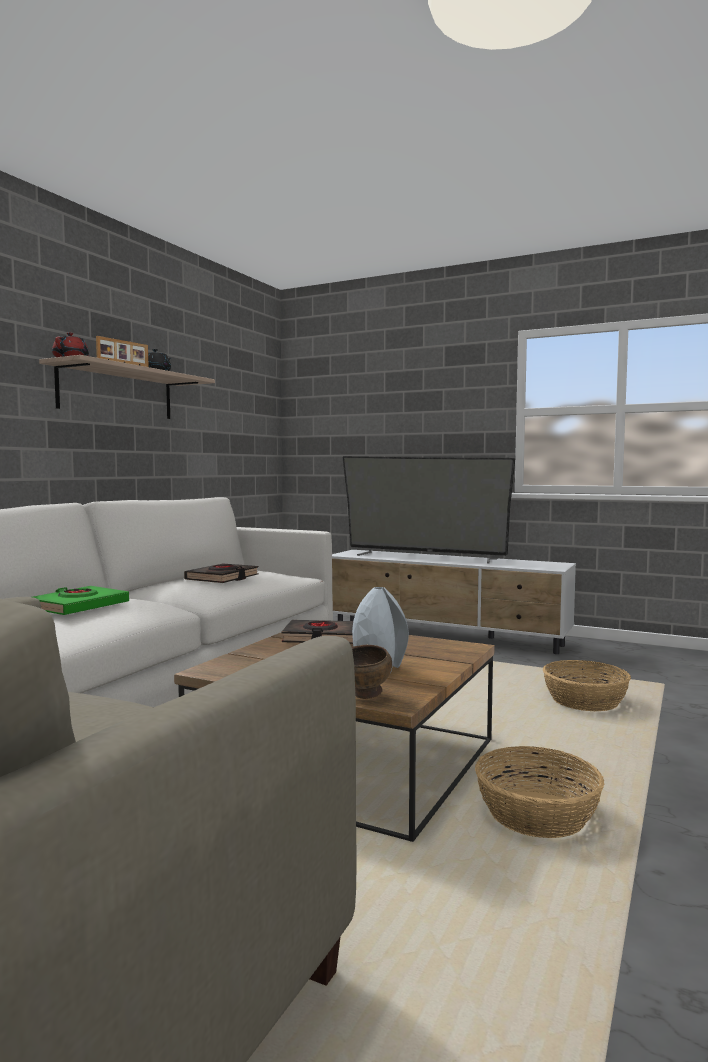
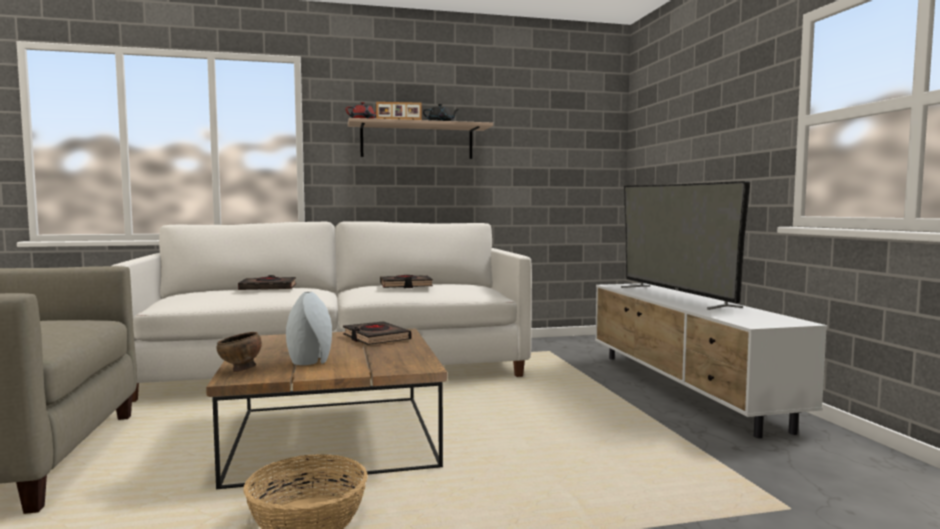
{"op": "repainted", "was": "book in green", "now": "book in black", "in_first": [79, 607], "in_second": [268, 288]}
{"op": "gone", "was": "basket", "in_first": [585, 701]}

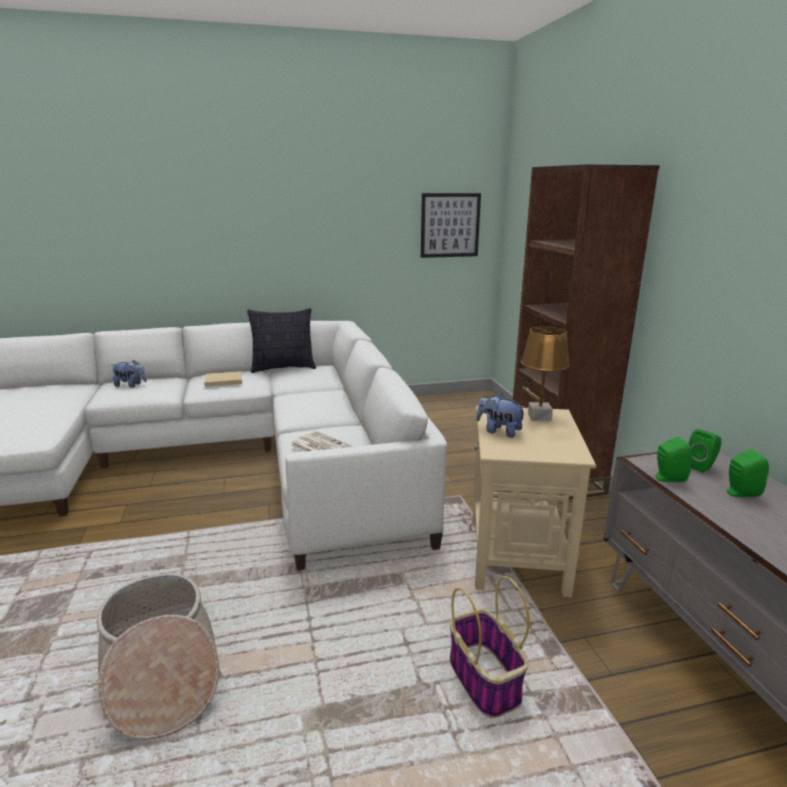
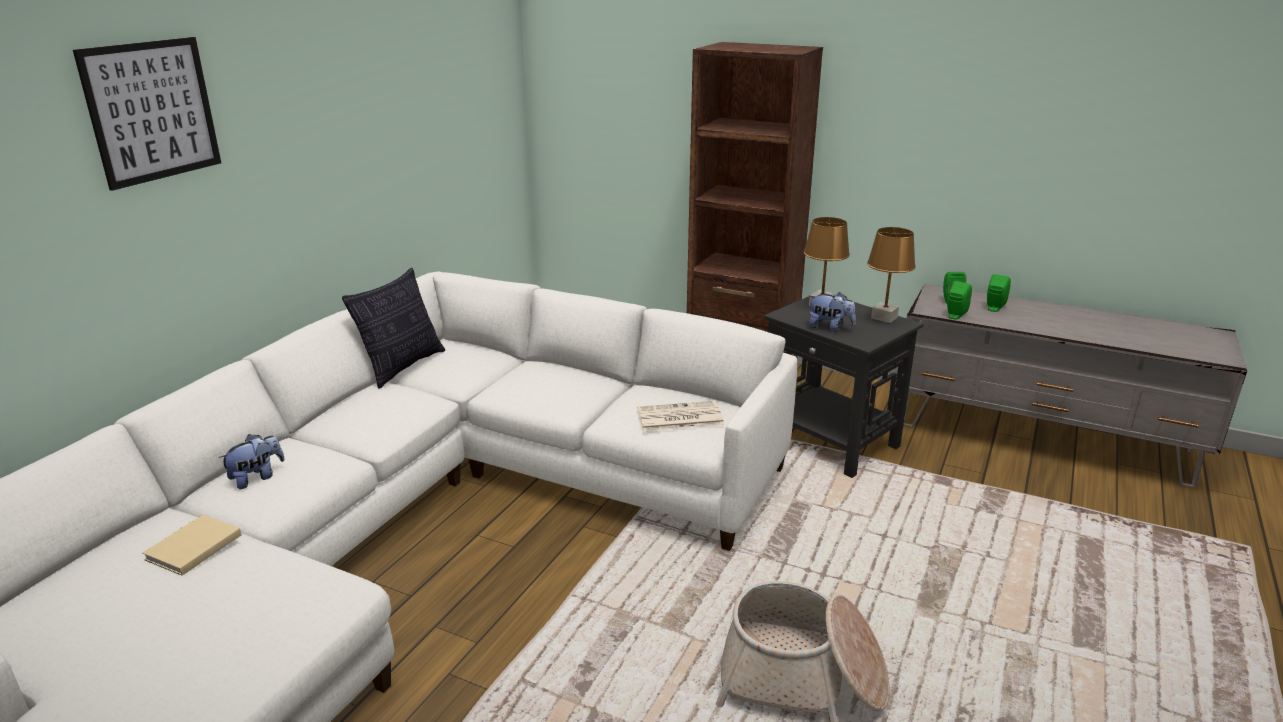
{"op": "shifted", "was": "book in beige", "in_first": [222, 380], "in_second": [191, 548]}
{"op": "shifted", "was": "picture", "in_first": [450, 225], "in_second": [152, 111]}
{"op": "gone", "was": "basket", "in_first": [485, 681]}
{"op": "repainted", "was": "side table in beige", "now": "side table in black", "in_first": [517, 557], "in_second": [831, 442]}
{"op": "rotated", "was": "plush toy", "in_first": [499, 431], "in_second": [830, 327], "clockwise": -135}
{"op": "new", "now": "table lamp in brown", "in_second": [883, 318]}

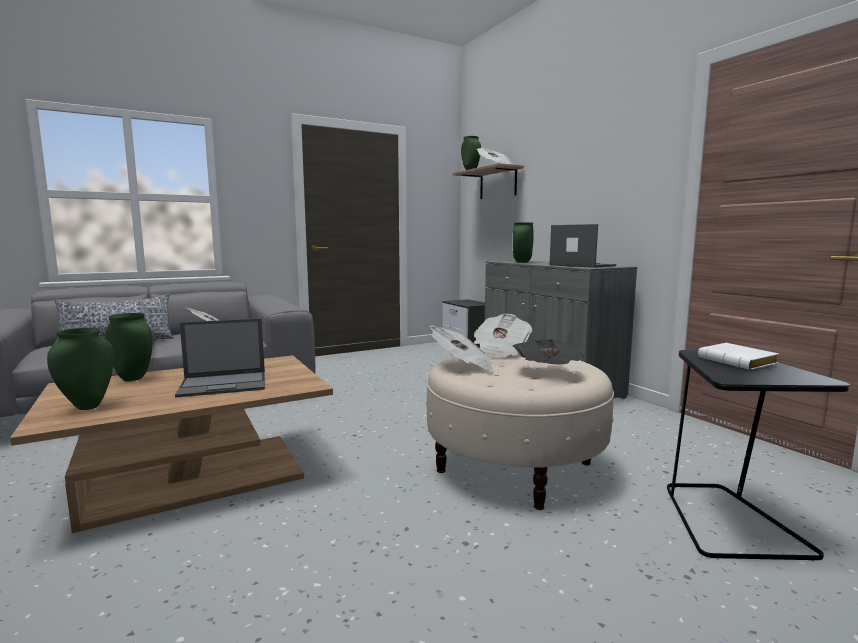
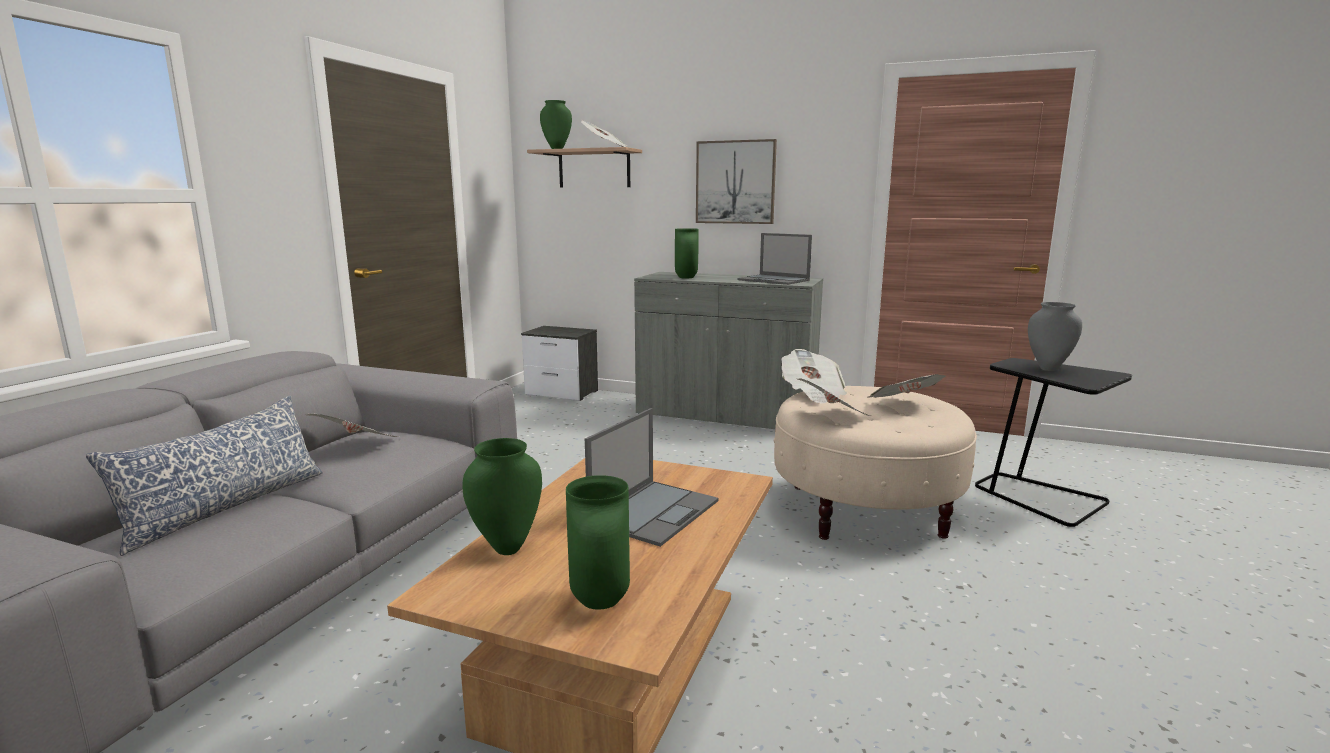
{"op": "rotated", "was": "laptop", "in_first": [581, 265], "in_second": [774, 280], "clockwise": -150}
{"op": "swapped", "was": "book in white", "now": "vase in grey", "in_first": [739, 362], "in_second": [1048, 368]}
{"op": "new", "now": "picture", "in_second": [735, 182]}

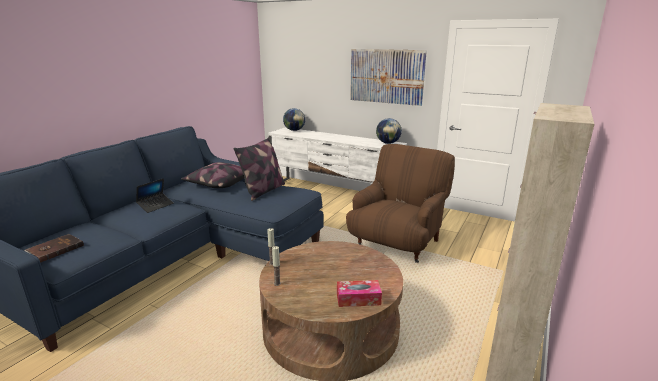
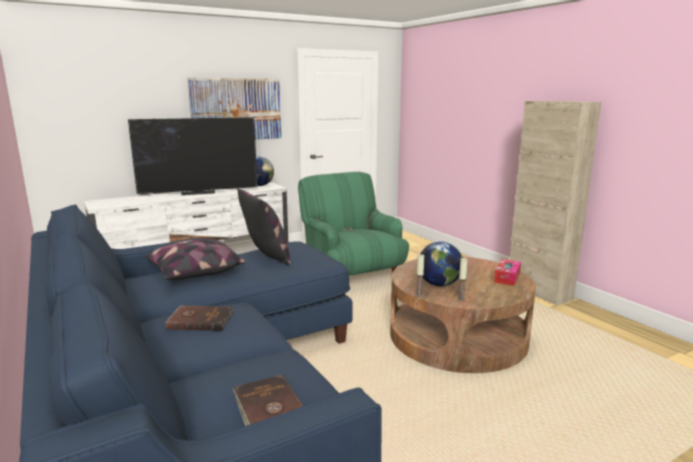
{"op": "swapped", "was": "laptop", "now": "book in brown", "in_first": [155, 206], "in_second": [200, 320]}
{"op": "shifted", "was": "globe", "in_first": [294, 130], "in_second": [439, 284]}
{"op": "repainted", "was": "armchair in brown", "now": "armchair in green", "in_first": [397, 243], "in_second": [351, 275]}
{"op": "new", "now": "television", "in_second": [199, 192]}

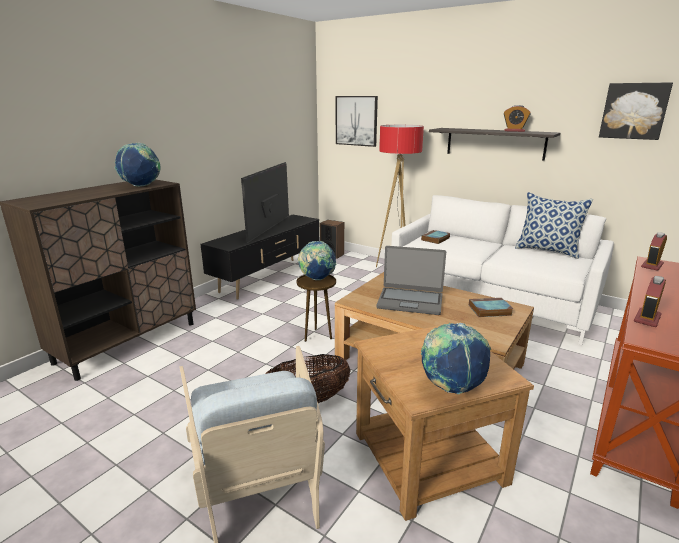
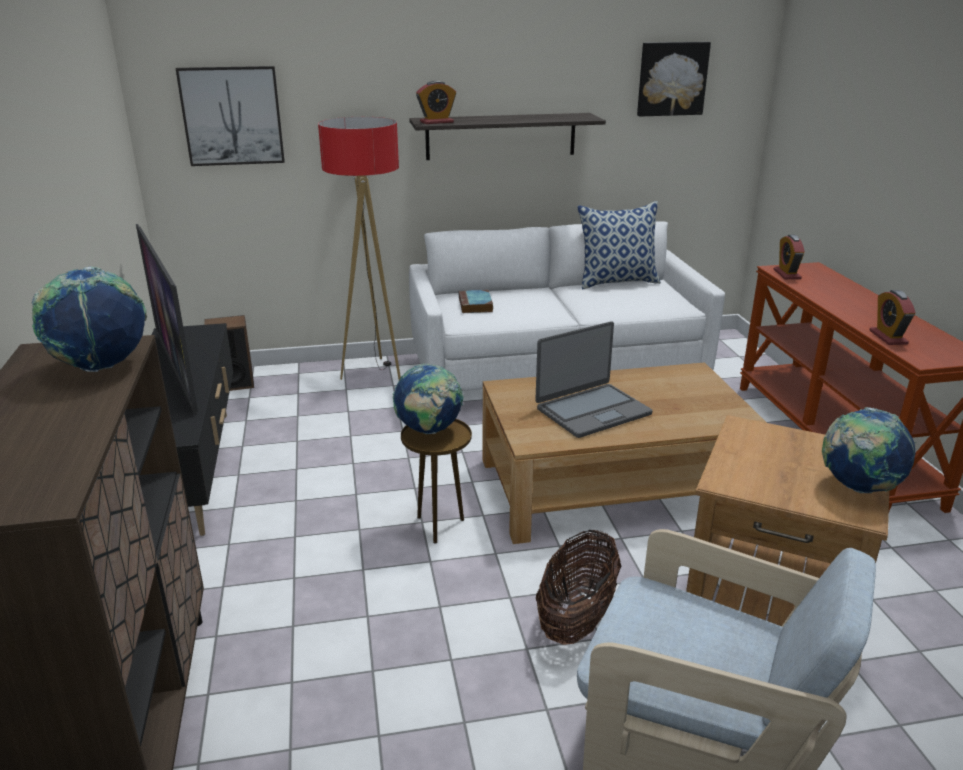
{"op": "gone", "was": "book", "in_first": [489, 310]}
{"op": "shifted", "was": "alarm clock", "in_first": [514, 131], "in_second": [436, 122]}

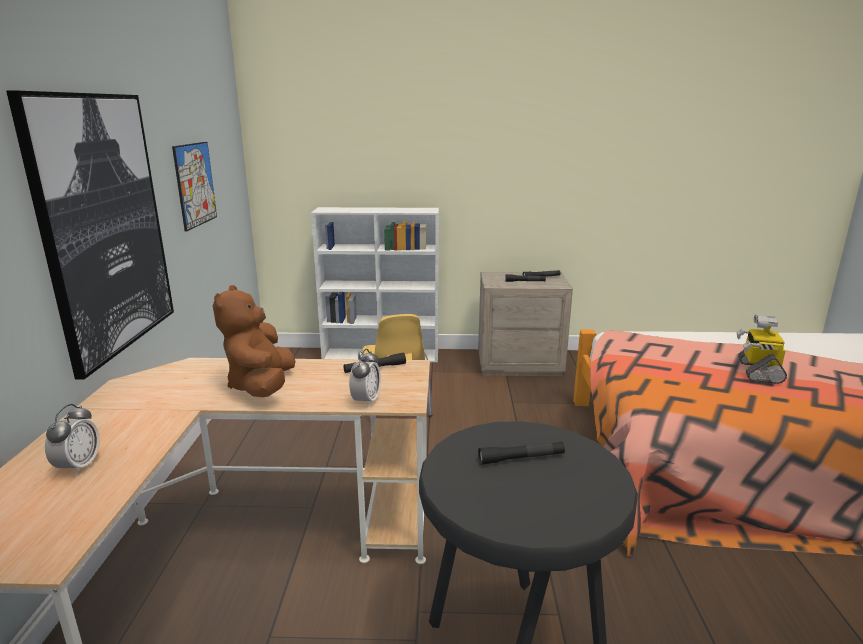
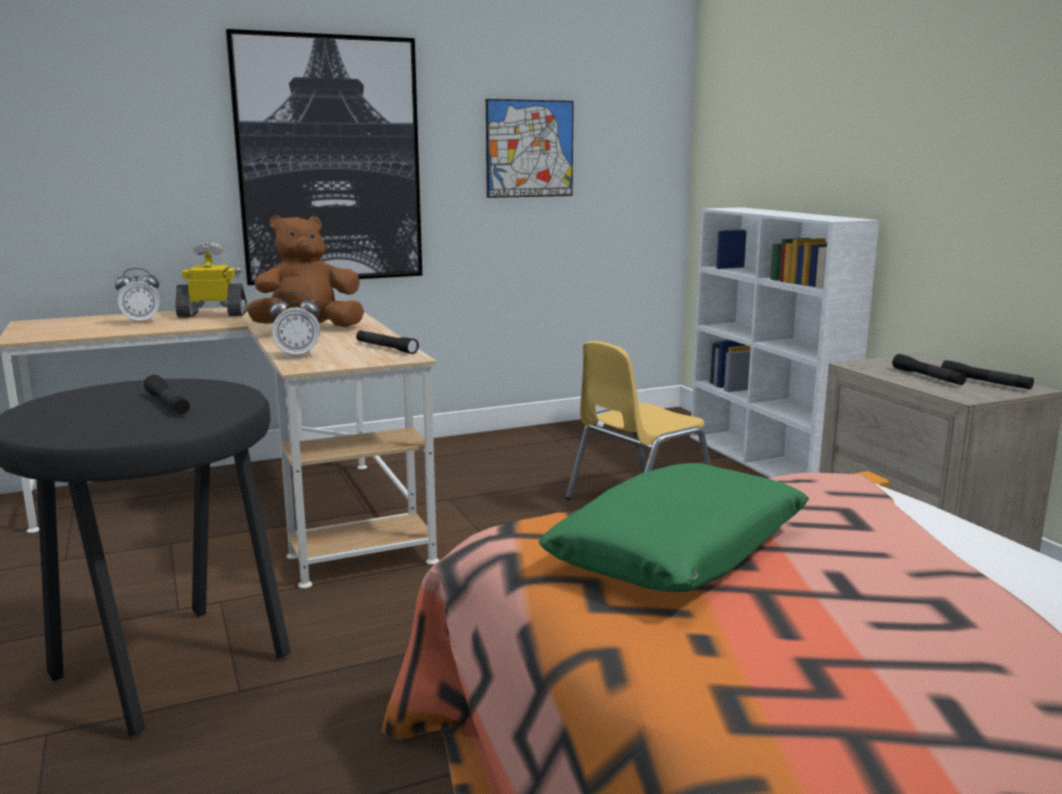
{"op": "shifted", "was": "toy robot", "in_first": [758, 371], "in_second": [213, 314]}
{"op": "new", "now": "pillow in green", "in_second": [679, 551]}

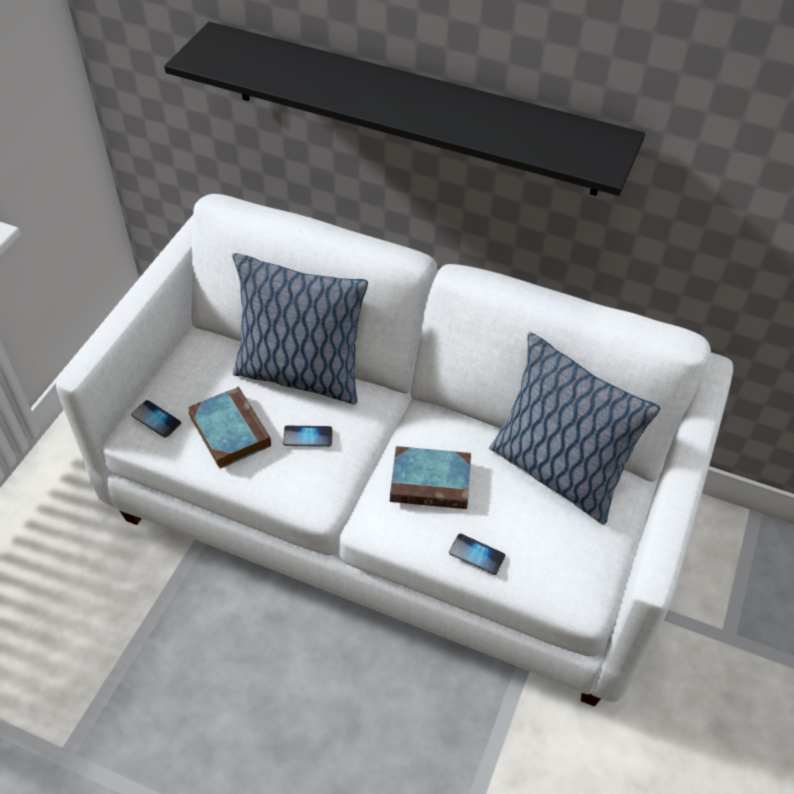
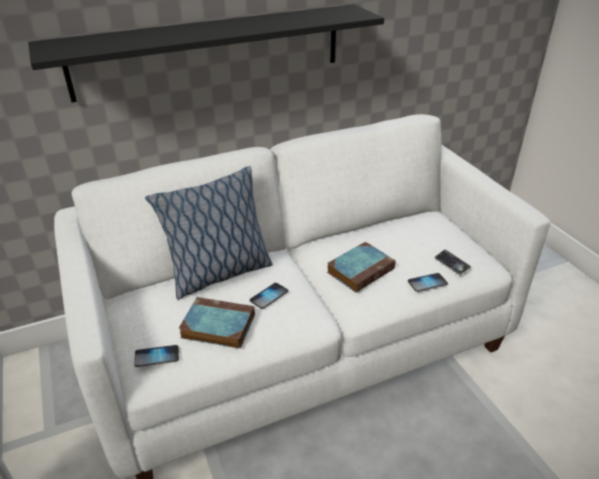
{"op": "gone", "was": "pillow", "in_first": [555, 471]}
{"op": "new", "now": "phone", "in_second": [451, 264]}

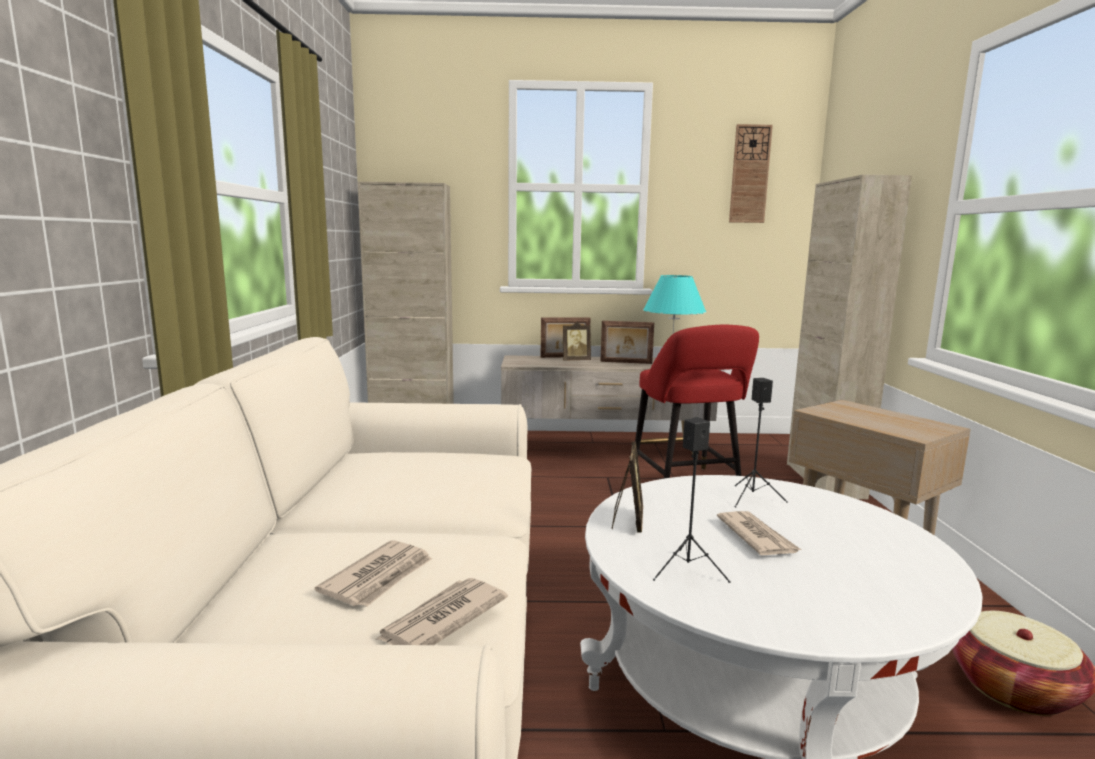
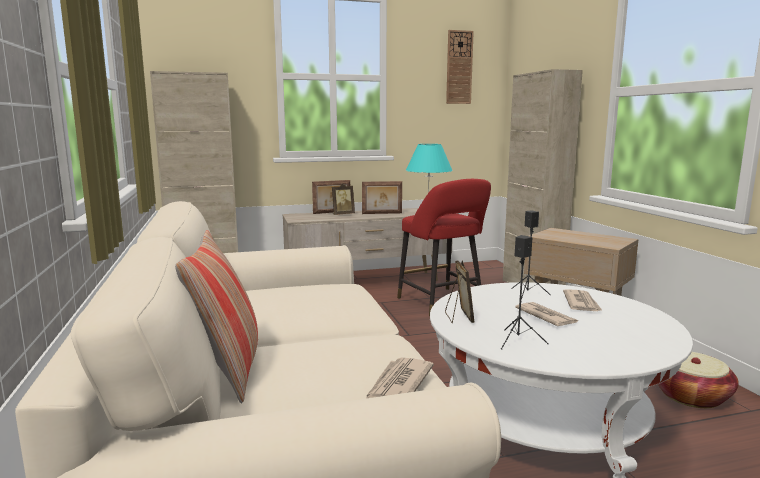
{"op": "shifted", "was": "newspaper", "in_first": [379, 577], "in_second": [581, 303]}
{"op": "new", "now": "pillow", "in_second": [228, 369]}

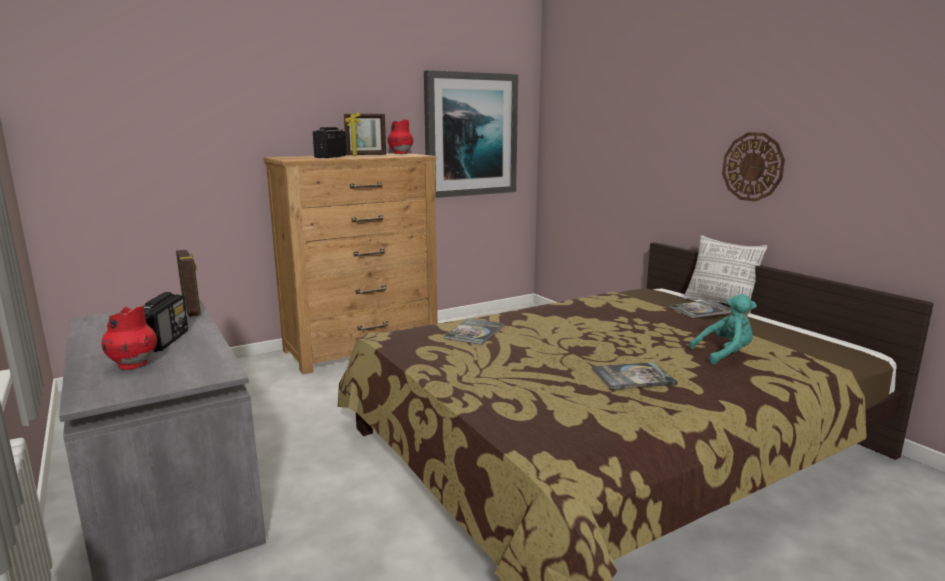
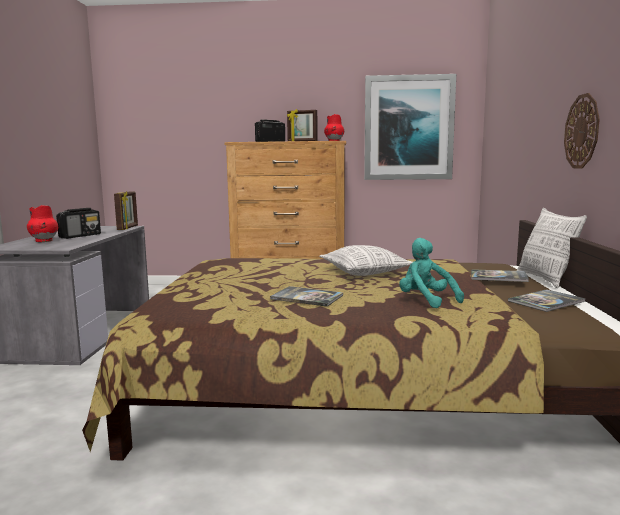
{"op": "shifted", "was": "book", "in_first": [474, 332], "in_second": [546, 301]}
{"op": "rotated", "was": "plush toy in turquoise", "in_first": [725, 354], "in_second": [426, 301], "clockwise": -150}
{"op": "new", "now": "pillow", "in_second": [365, 272]}

